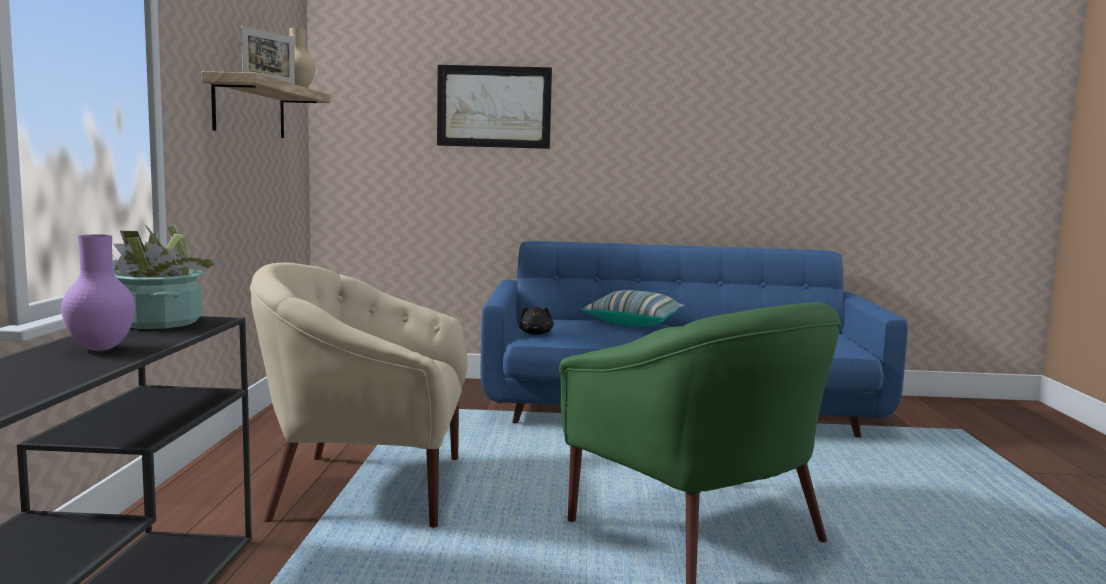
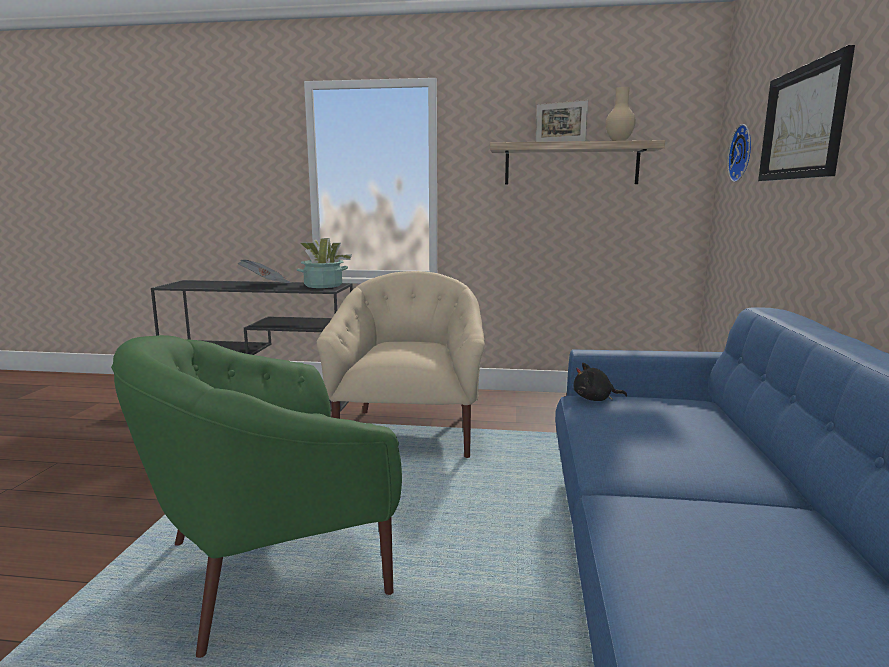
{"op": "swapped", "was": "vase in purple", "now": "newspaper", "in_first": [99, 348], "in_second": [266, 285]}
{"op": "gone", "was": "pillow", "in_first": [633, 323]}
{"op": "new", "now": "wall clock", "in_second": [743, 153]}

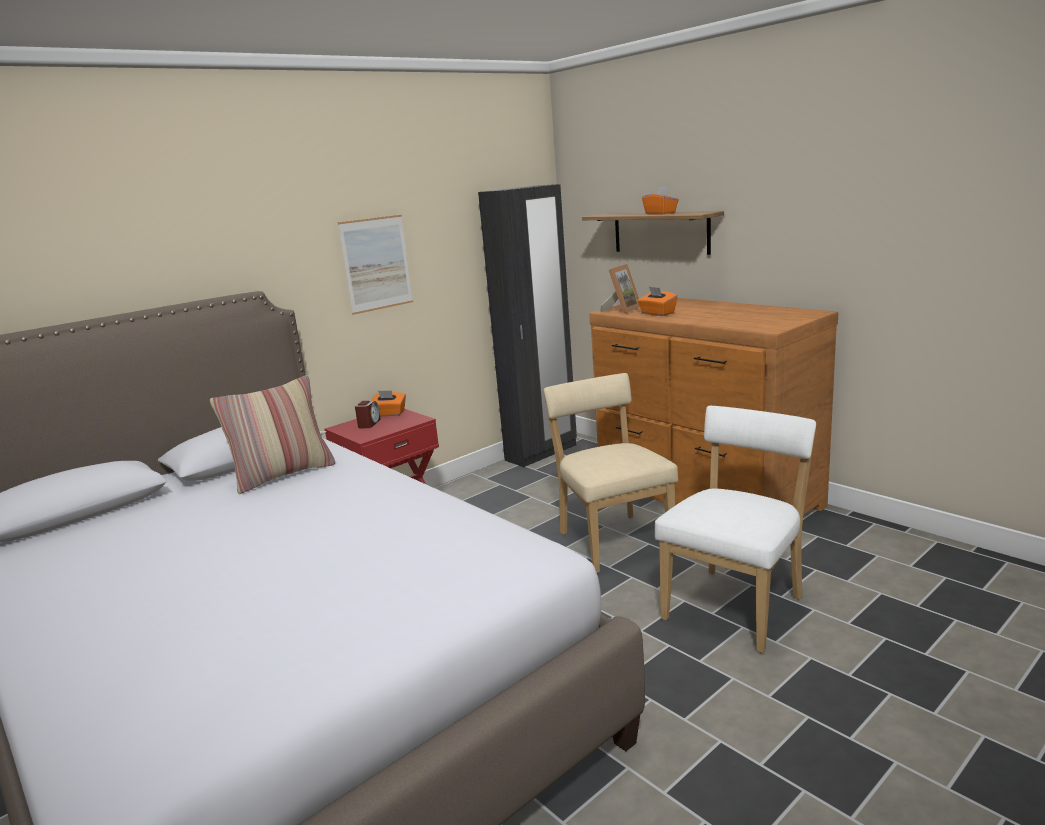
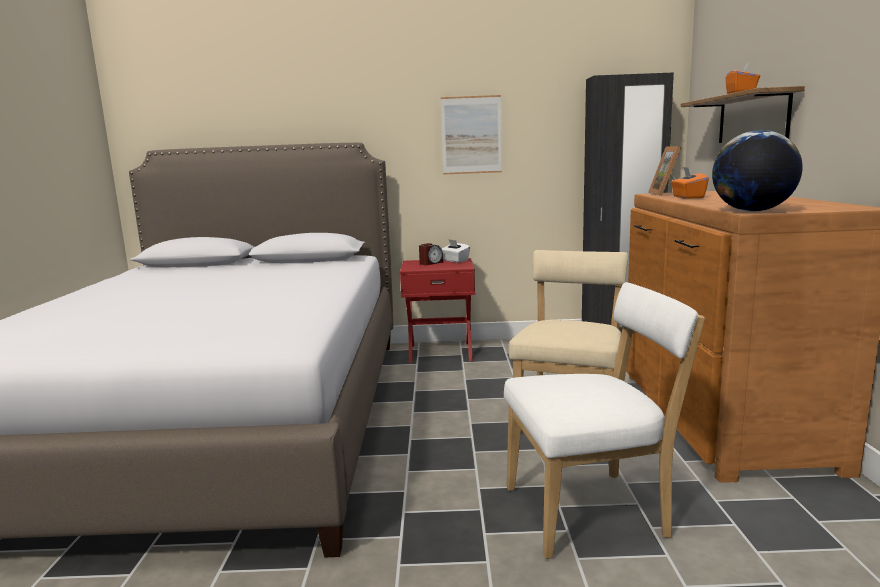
{"op": "gone", "was": "pillow", "in_first": [283, 475]}
{"op": "repainted", "was": "tissue box in orange", "now": "tissue box in white", "in_first": [389, 414], "in_second": [455, 260]}
{"op": "rotated", "was": "picture frame", "in_first": [622, 310], "in_second": [667, 194], "clockwise": 105}
{"op": "new", "now": "globe", "in_second": [752, 211]}

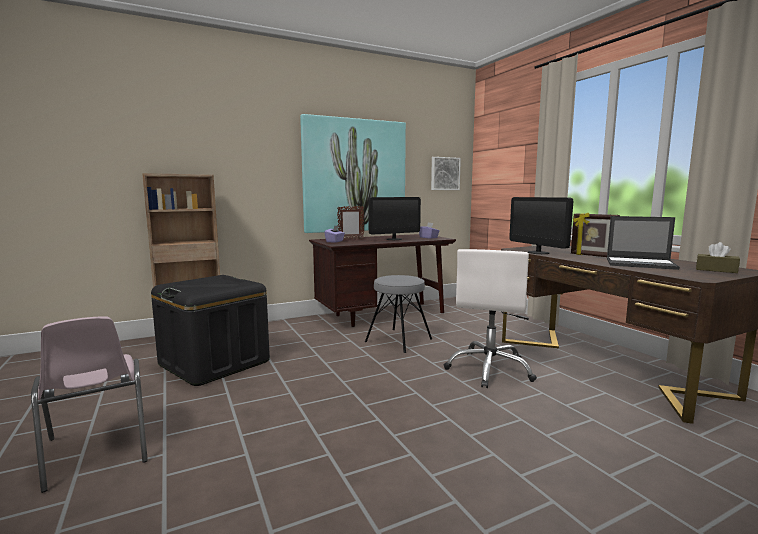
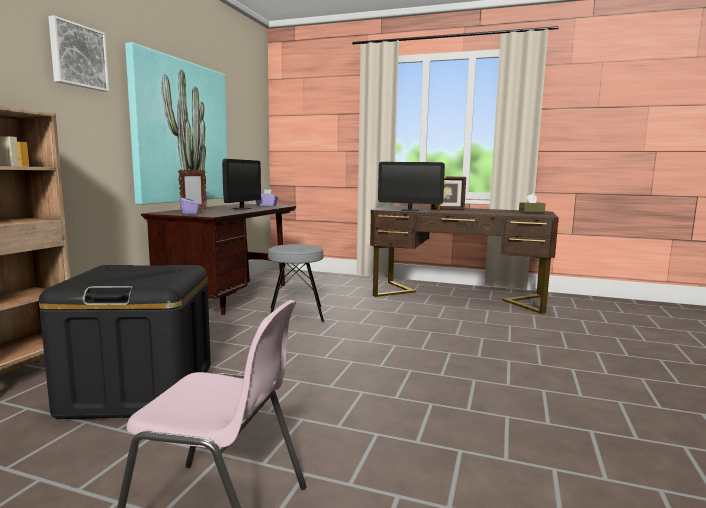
{"op": "shifted", "was": "picture", "in_first": [444, 173], "in_second": [78, 56]}
{"op": "gone", "was": "office chair in white", "in_first": [490, 369]}
{"op": "gone", "was": "laptop", "in_first": [641, 264]}

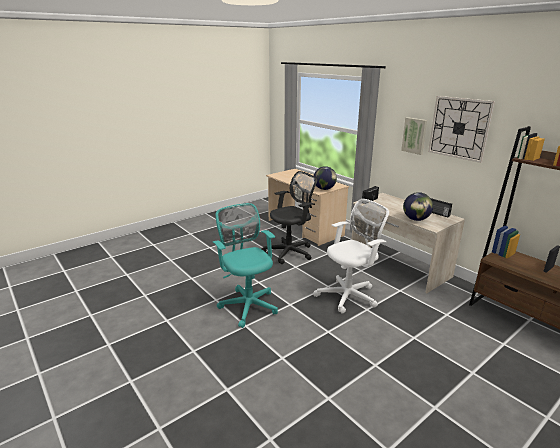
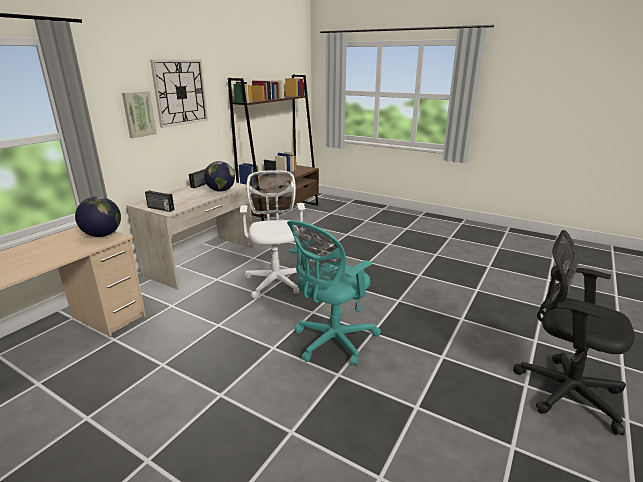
{"op": "shifted", "was": "office chair in black", "in_first": [290, 252], "in_second": [563, 390]}
{"op": "rotated", "was": "office chair in white", "in_first": [349, 295], "in_second": [276, 280], "clockwise": 45}

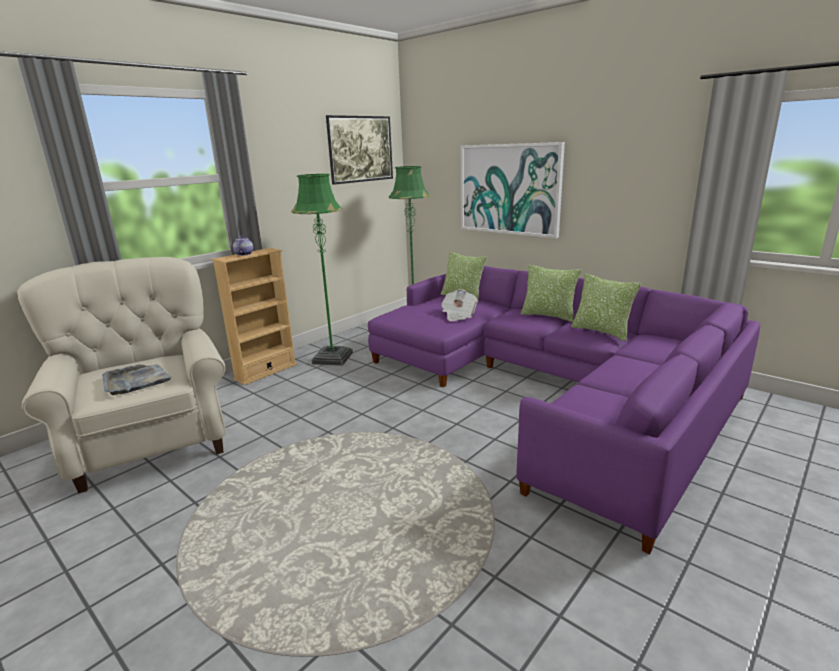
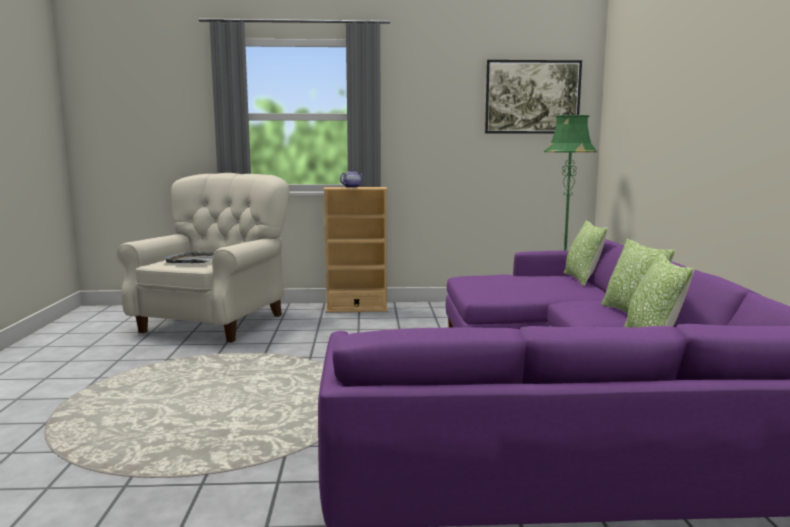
{"op": "gone", "was": "floor lamp in green", "in_first": [332, 358]}
{"op": "gone", "was": "newspaper", "in_first": [458, 315]}
{"op": "gone", "was": "picture", "in_first": [509, 189]}

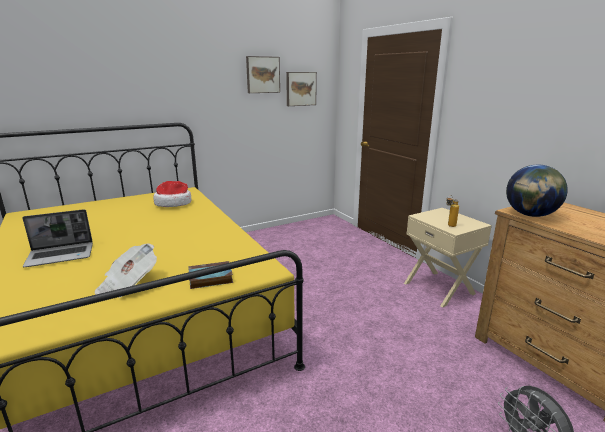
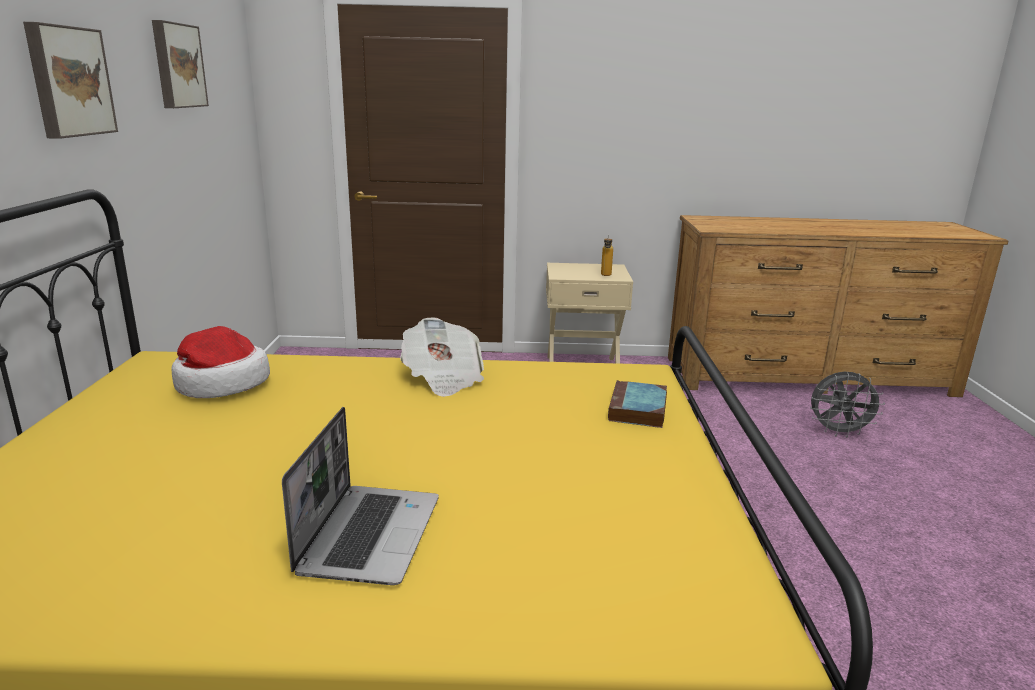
{"op": "shifted", "was": "newspaper", "in_first": [128, 285], "in_second": [443, 378]}
{"op": "shifted", "was": "picture", "in_first": [300, 88], "in_second": [68, 81]}
{"op": "gone", "was": "globe", "in_first": [530, 215]}

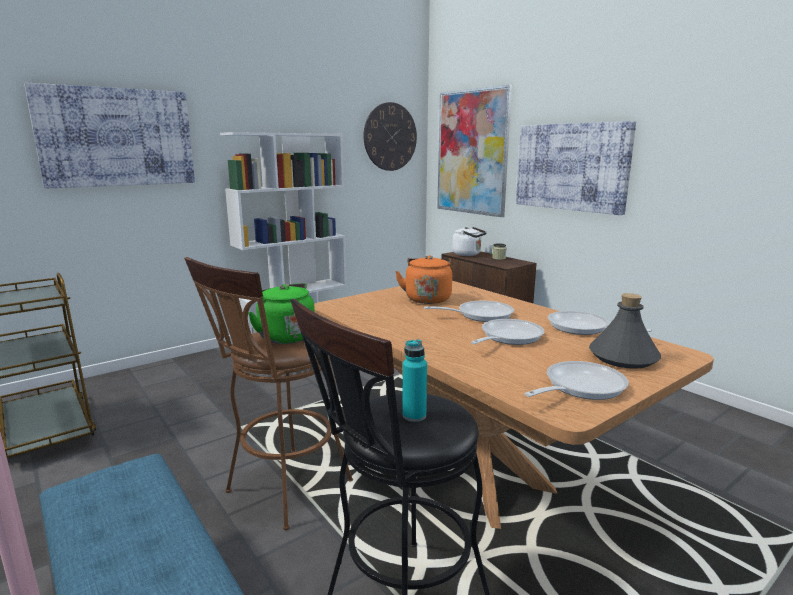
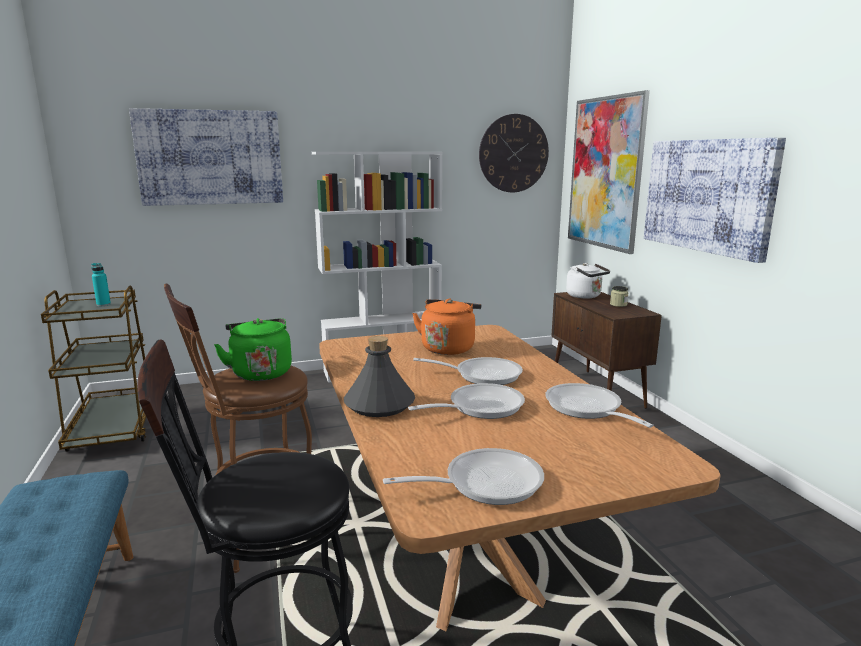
{"op": "shifted", "was": "bottle in turquoise", "in_first": [414, 416], "in_second": [103, 304]}
{"op": "shifted", "was": "bottle in grey", "in_first": [623, 357], "in_second": [380, 404]}

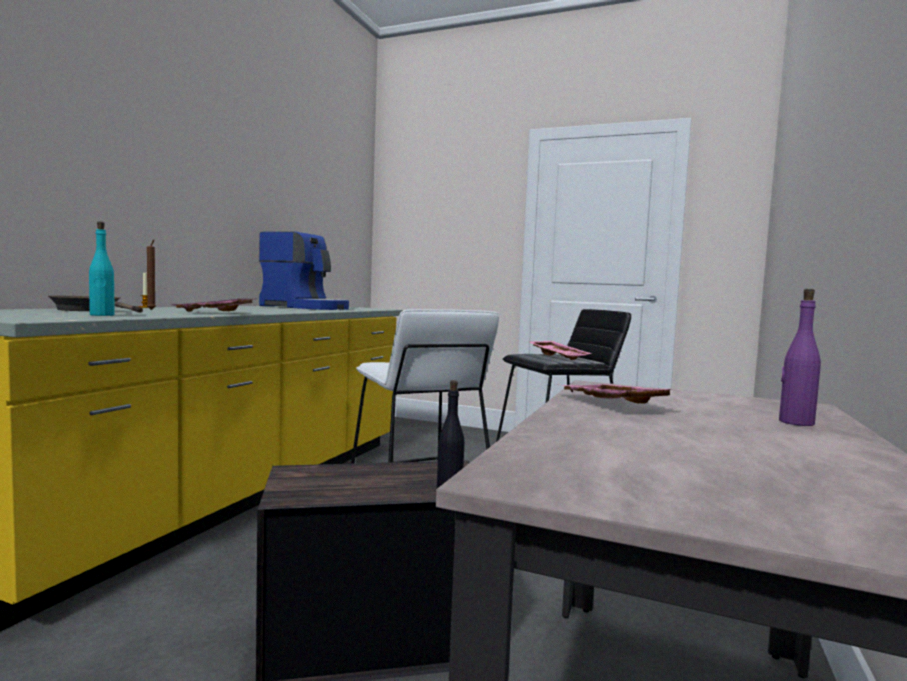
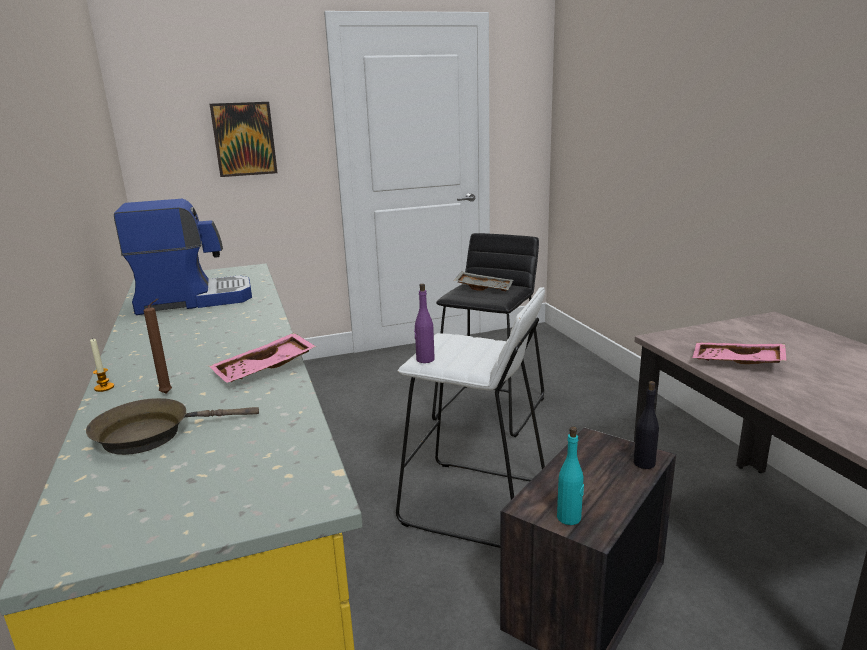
{"op": "shifted", "was": "bottle in turquoise", "in_first": [102, 315], "in_second": [569, 518]}
{"op": "repainted", "was": "tray in pink", "now": "tray in grey", "in_first": [559, 356], "in_second": [484, 288]}
{"op": "shifted", "was": "bottle in purple", "in_first": [795, 422], "in_second": [425, 359]}
{"op": "new", "now": "picture", "in_second": [244, 139]}

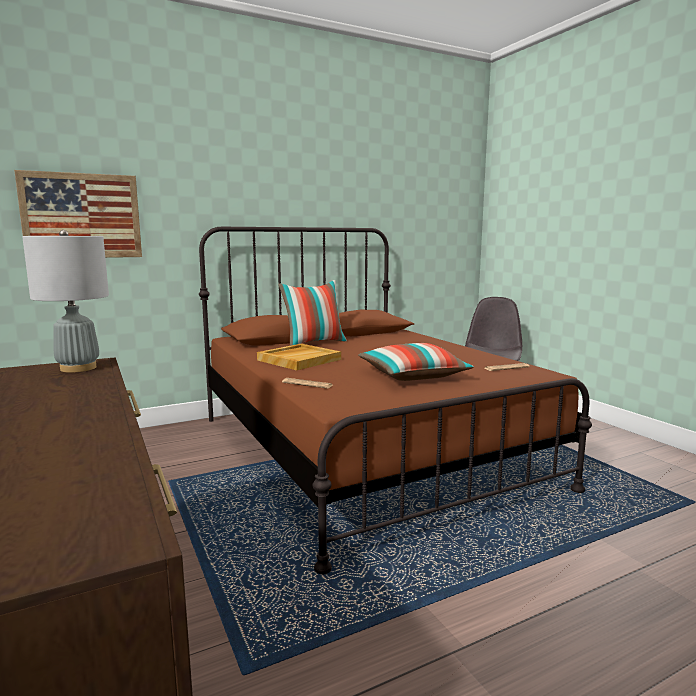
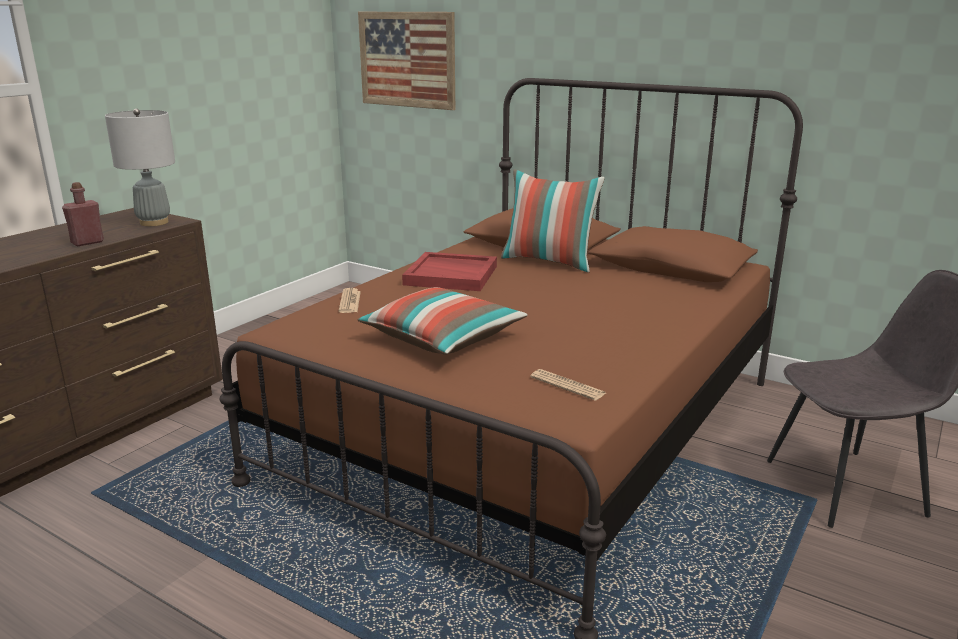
{"op": "repainted", "was": "tray in beige", "now": "tray in red", "in_first": [299, 359], "in_second": [452, 275]}
{"op": "new", "now": "bottle in red", "in_second": [87, 242]}

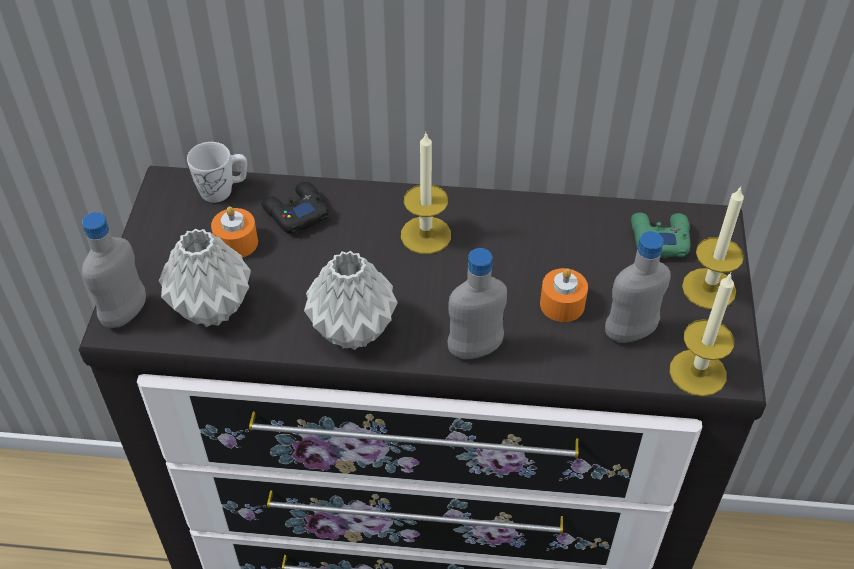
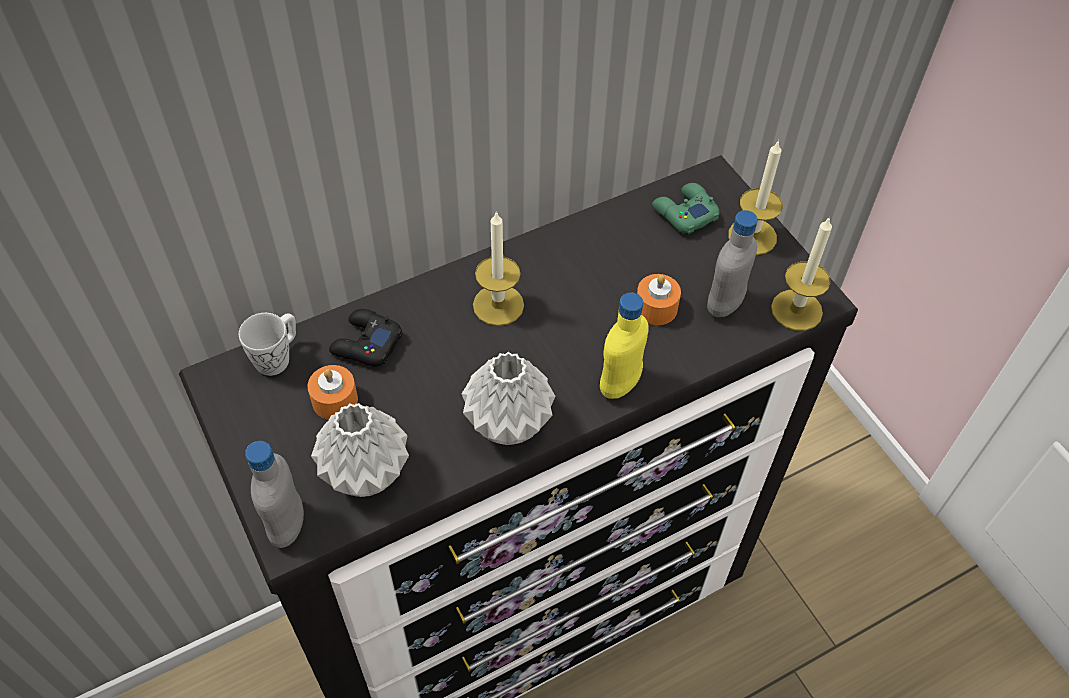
{"op": "repainted", "was": "bottle in grey", "now": "bottle in yellow", "in_first": [475, 349], "in_second": [620, 384]}

